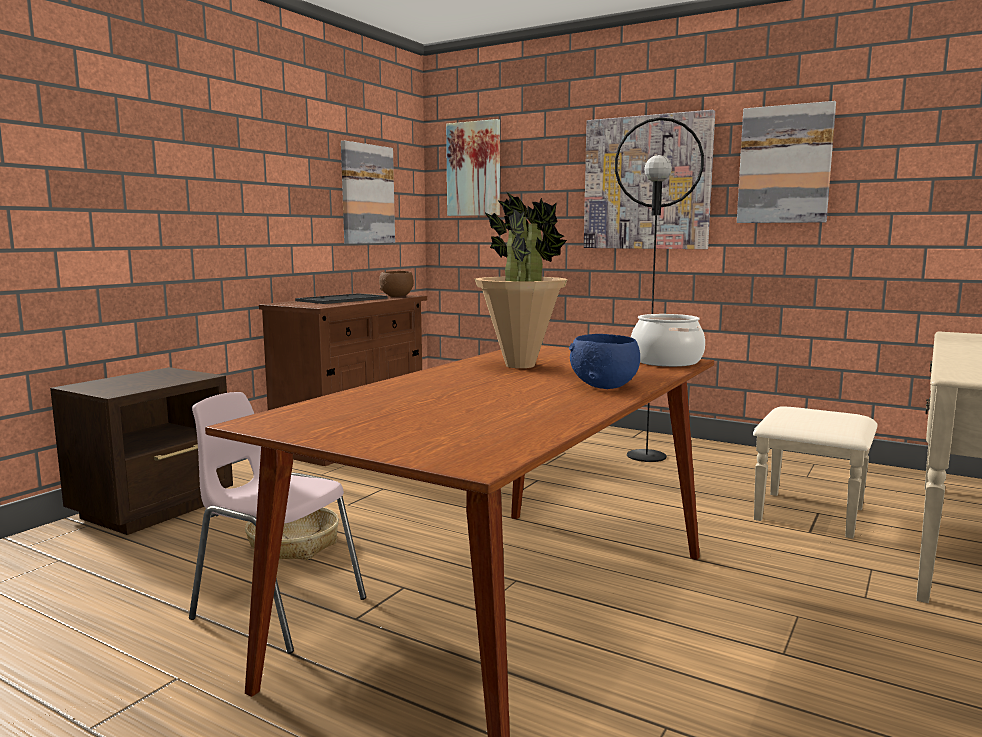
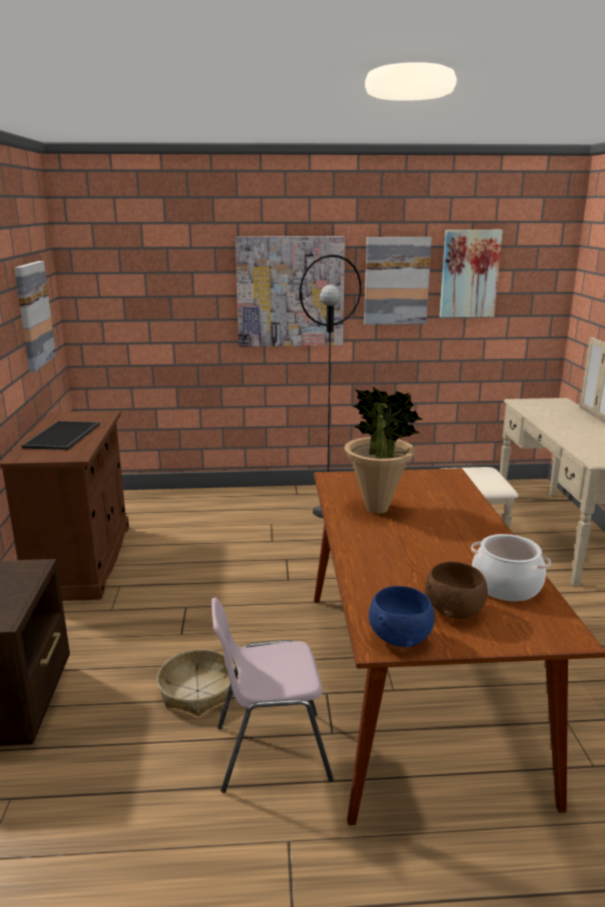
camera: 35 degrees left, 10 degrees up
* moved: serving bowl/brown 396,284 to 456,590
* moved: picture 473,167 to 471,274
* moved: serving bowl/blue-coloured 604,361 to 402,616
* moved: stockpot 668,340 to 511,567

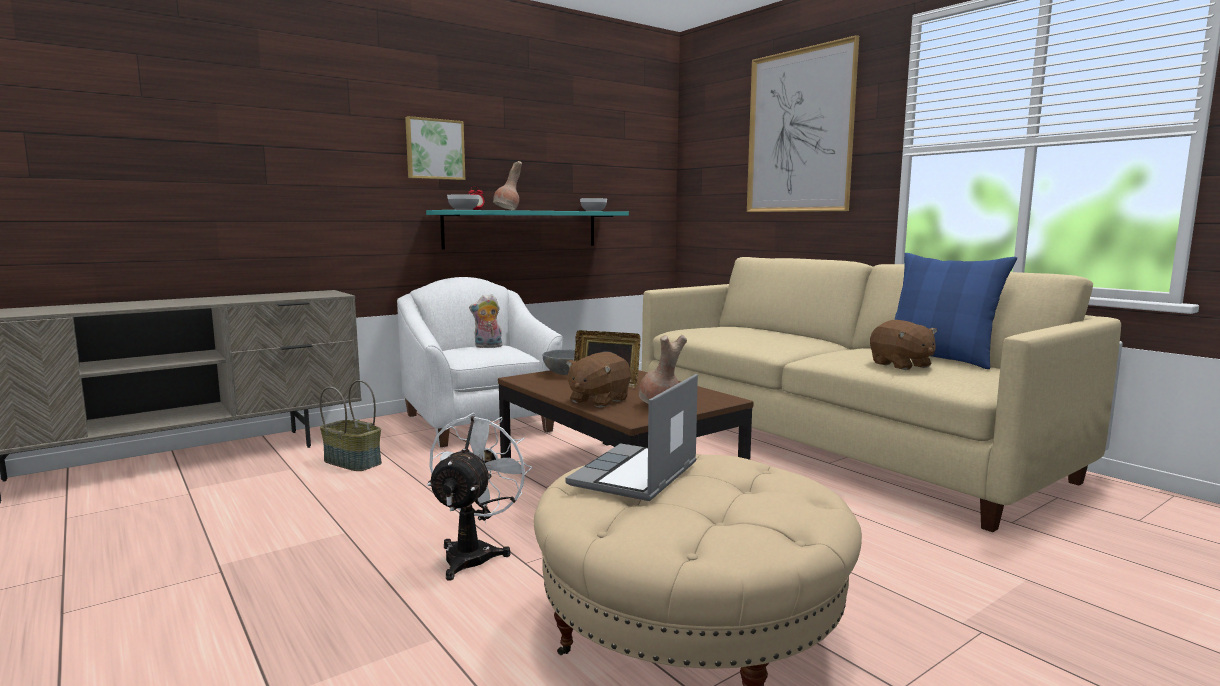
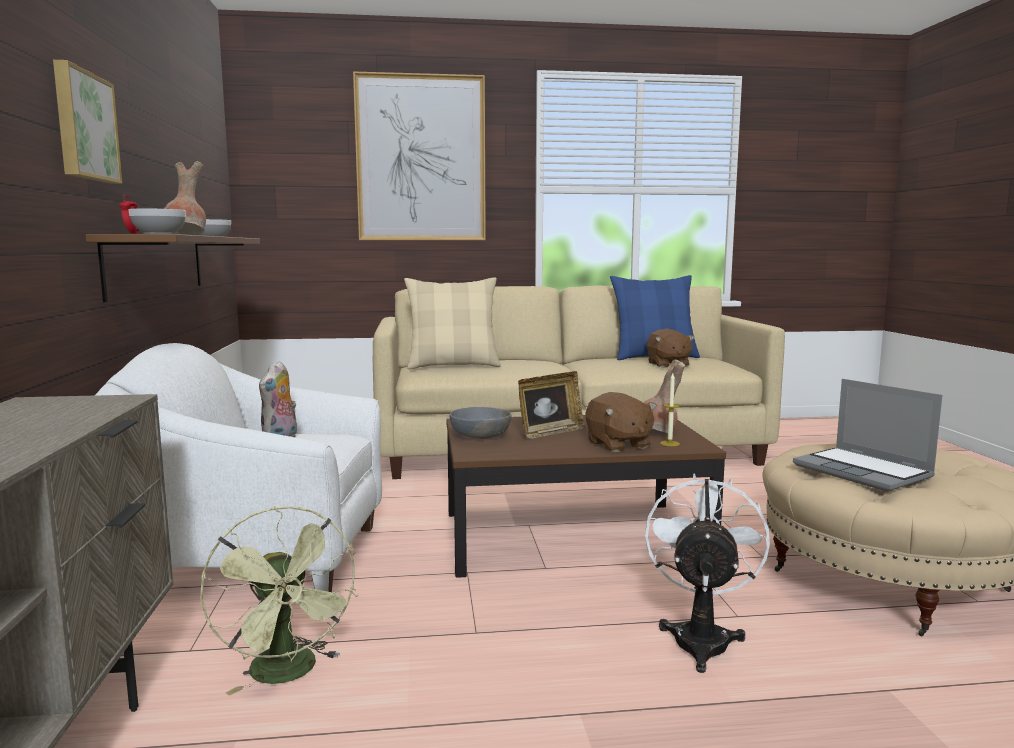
camera: 60 degrees left, 0 degrees up
* added: cushion/beige-coloured 452,323
* added: wax candle 670,409
* replaced: basket 351,425 to electric fan/green-coloured 279,601
* recoloured: shelf/blue-green 527,230 to shelf/brown 172,268
* turned: electric fan/whitish 479,496 = 707,573 60 degrees clockwise
* turned: plush toy/brown 903,345 = 671,348 75 degrees clockwise

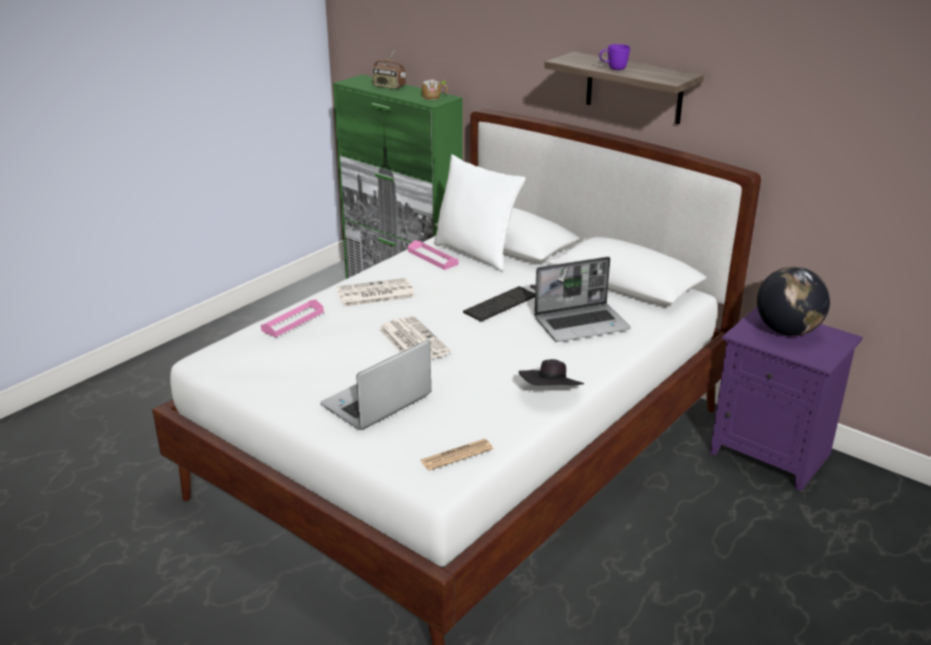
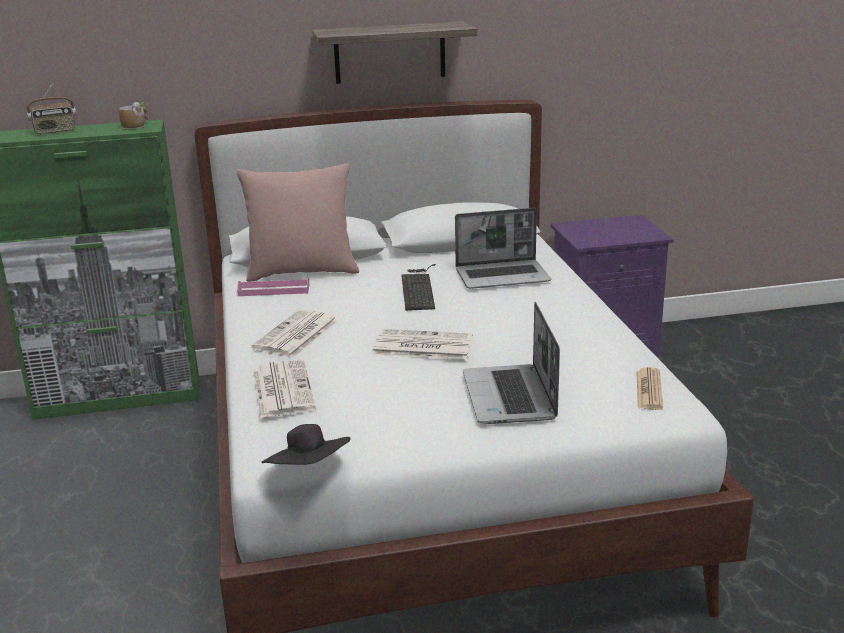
camera: 50 degrees left, 5 degrees down
* removed: mug/purplish 614,57
* removed: globe 793,301
* moved: hat/blackish 551,372 to 306,444
* replaced: tray/pink-coloured 292,318 to newspaper 284,388
* recoloured: cushion/whitish 480,212 to cushion/pink-coloured 297,223
* turned: portable computer 582,299 = 503,248 60 degrees clockwise

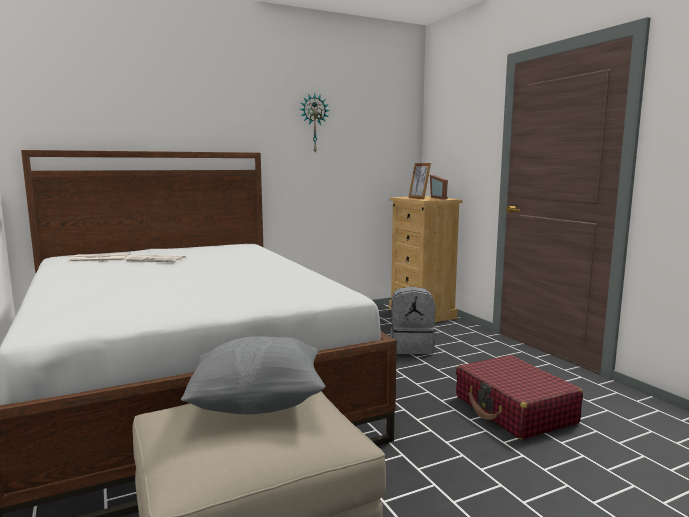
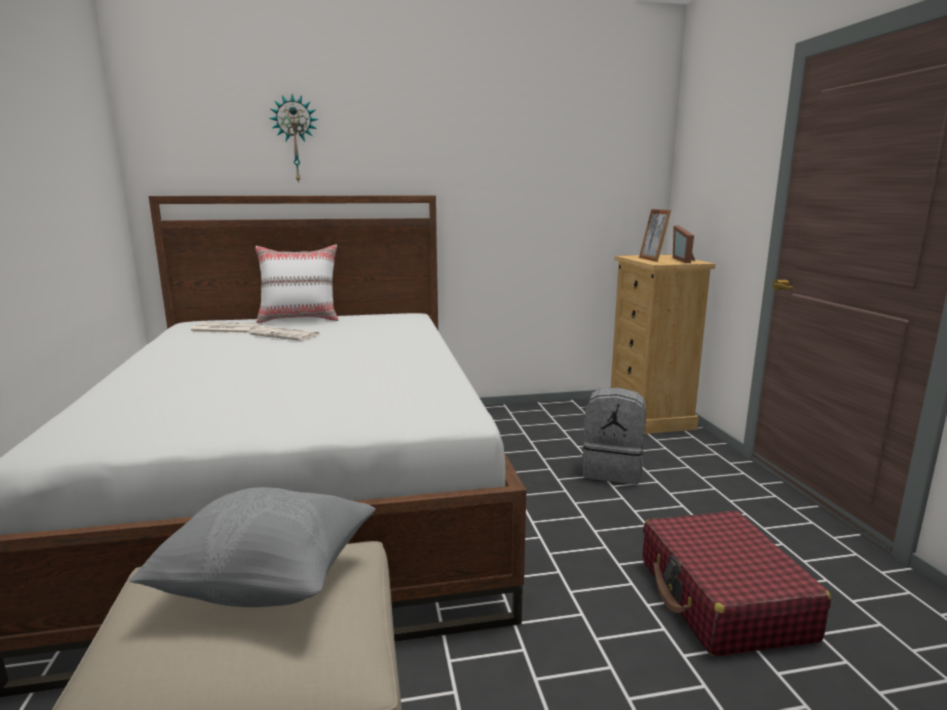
camera: 15 degrees right, 5 degrees up
* added: cushion/whitish 297,284
* moved: clock on the wall 314,122 to 293,139

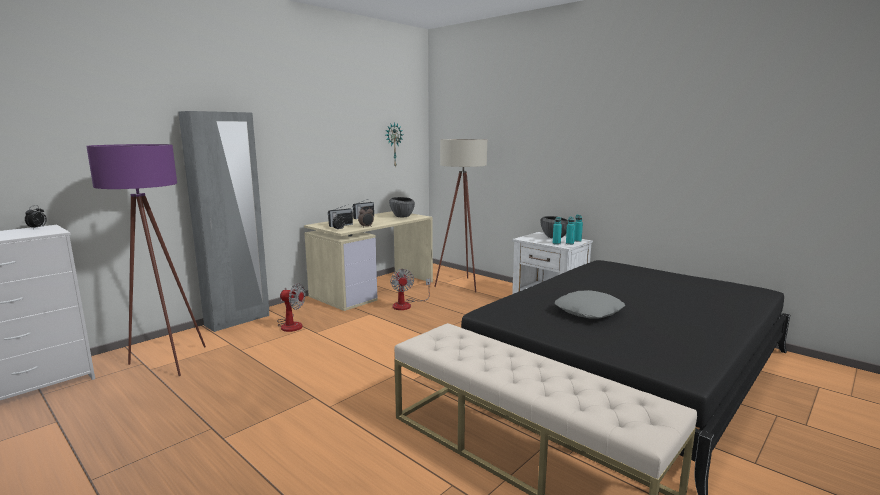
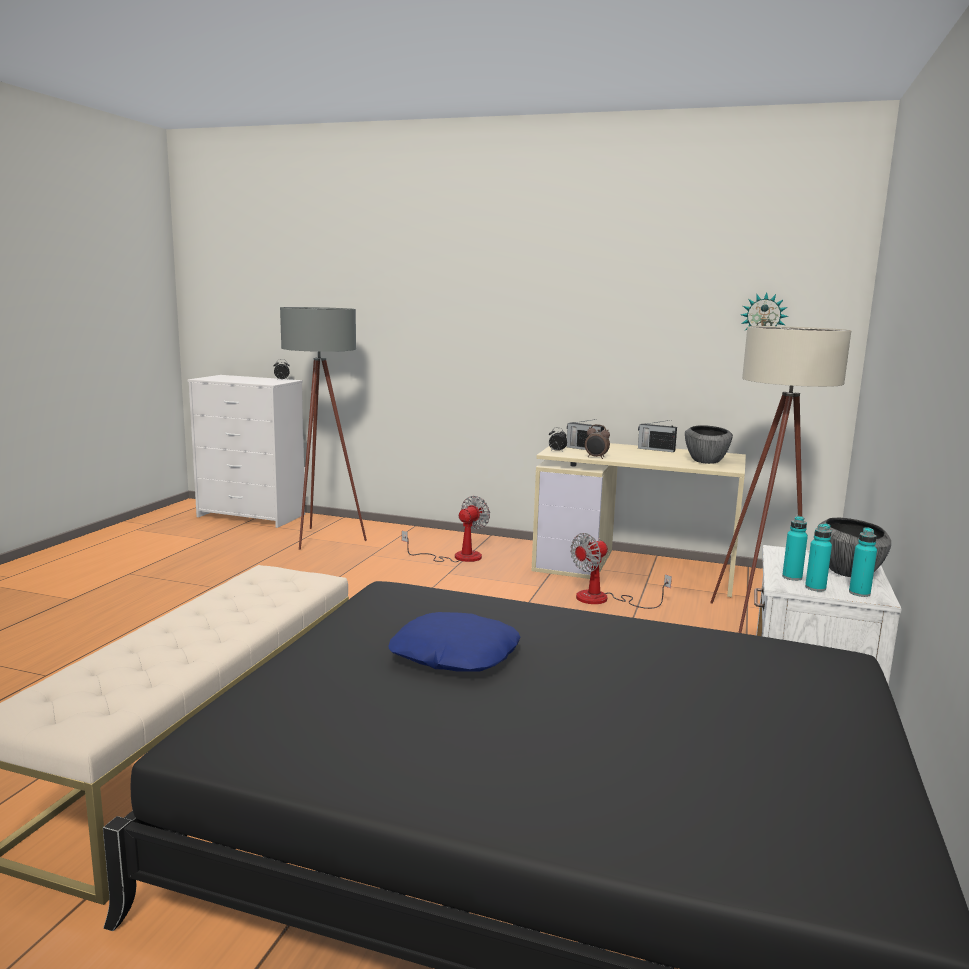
camera: 65 degrees right, 0 degrees up
* removed: armoire/gray 224,221
* recoloured: floor lamp/purplish 146,260 to floor lamp/gray 323,428
* recoloured: cushion/gray 590,304 to cushion/blue-coloured 454,642
* turned: electric fan 291,307 = 446,529 135 degrees counterclockwise

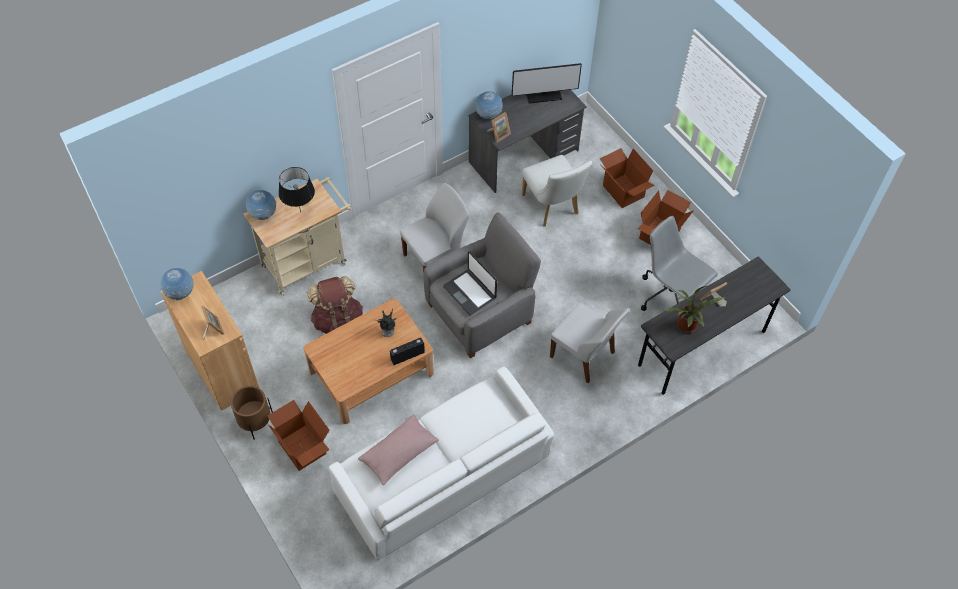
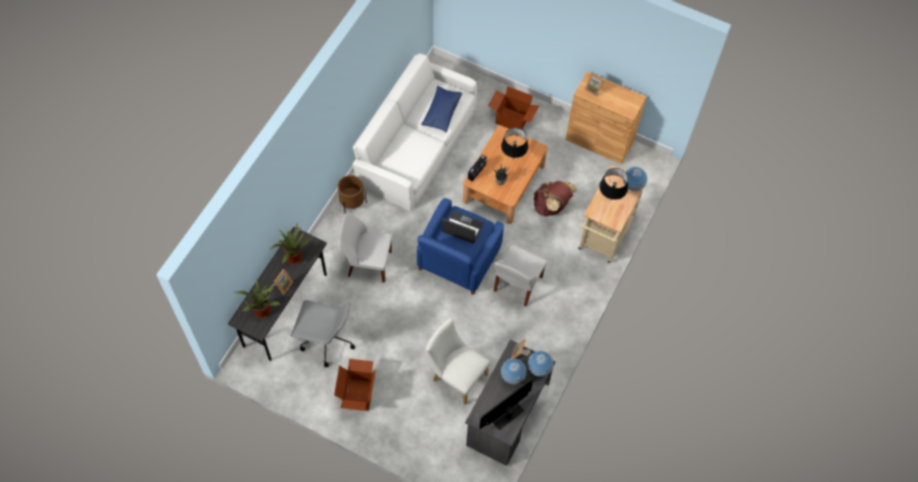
camera: 150 degrees right, 5 degrees up
* removed: carton 627,178
* added: houseplant 257,298
* added: lamp for a table/blackish 514,143
* moved: globe 177,283 to 514,372
* moved: flower pot/brown 252,413 to 352,194
* recoloured: cushion/pink-coloured 398,450 to cushion/blue-coloured 441,109
* recoloured: easy chair/gray 482,285 to easy chair/blue-coloured 460,246

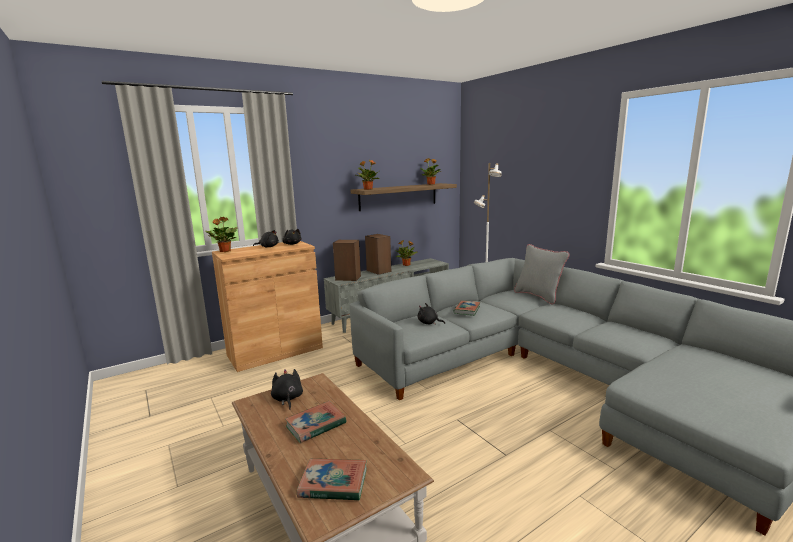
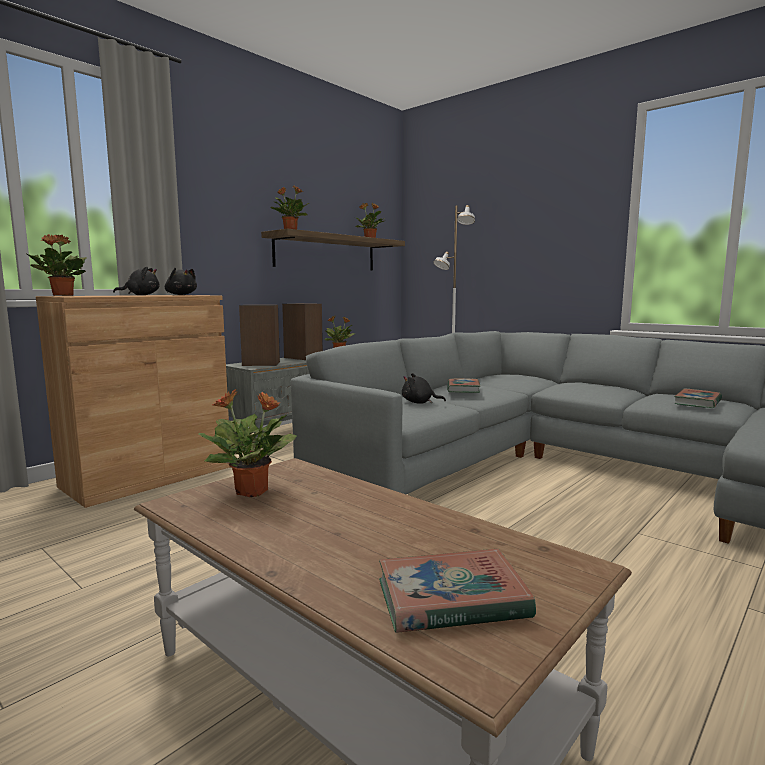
camera: 15 degrees left, 5 degrees down
* removed: cushion/gray 542,274
* moved: book 316,422 to 698,398
* replaced: plush toy/blackish 287,389 to houseplant 247,443

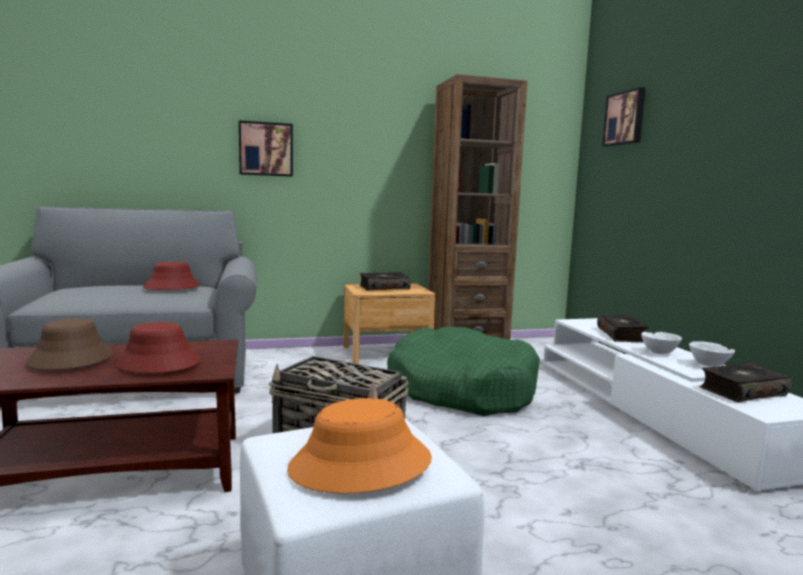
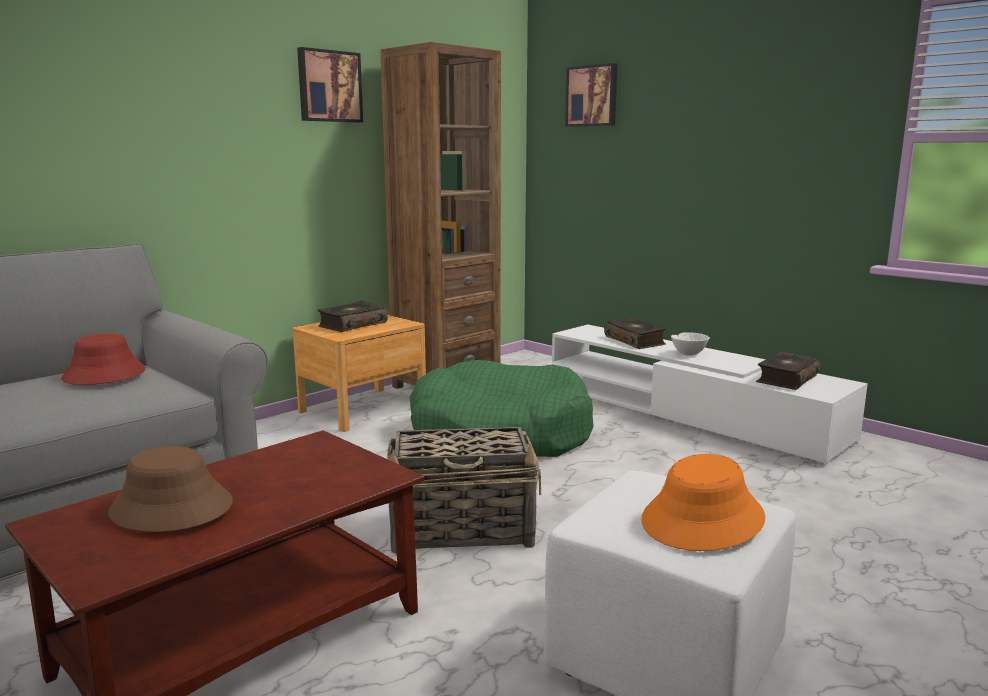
camera: 30 degrees left, 5 degrees up
* removed: hat/red-coloured 158,347
* removed: serving bowl/whitish 712,354
* moved: picture 266,148 to 330,84

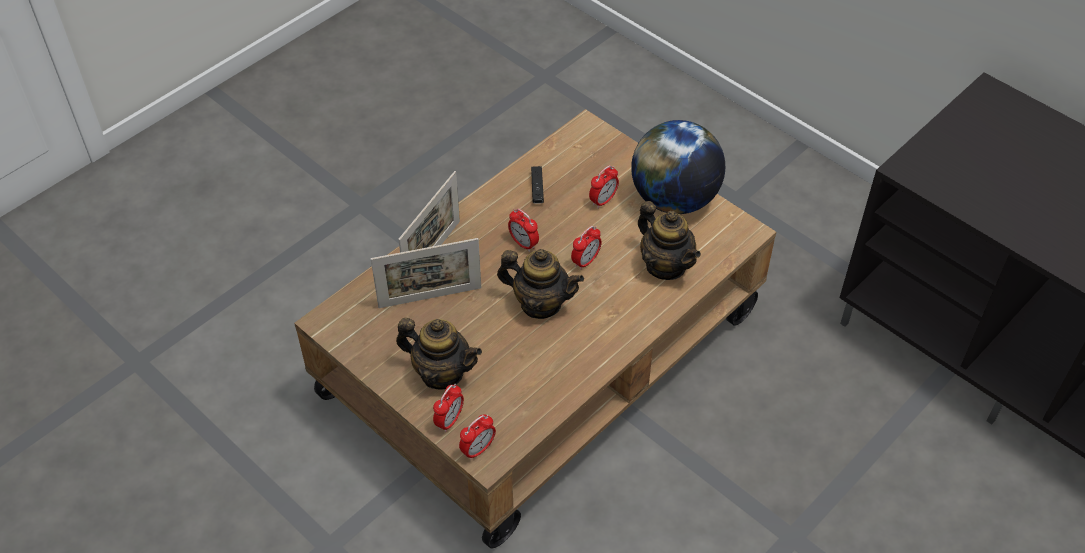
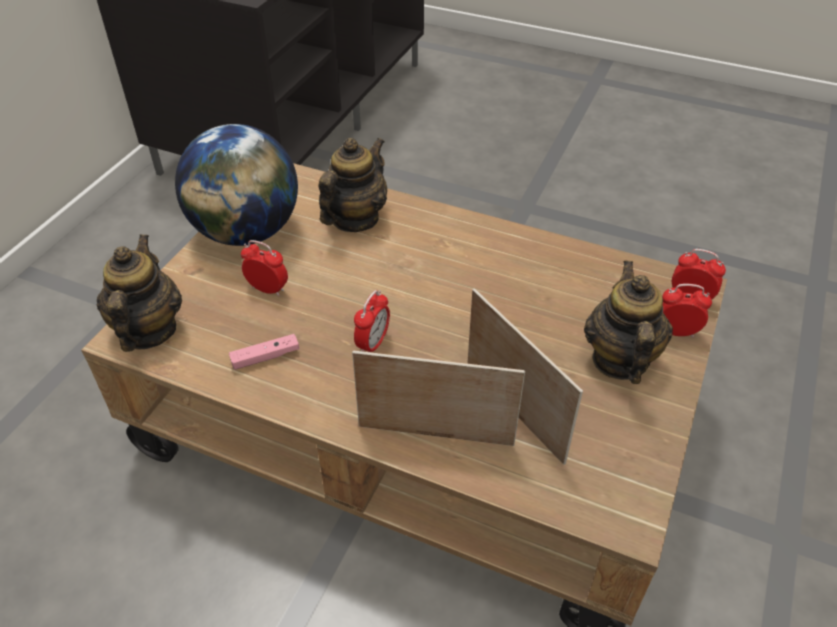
camera: 110 degrees left, 5 degrees down
* removed: bedside clock 586,248
* moved: tea pot 540,284 to 139,293
* recoloured: joypad/blackish 537,185 to joypad/pink-coloured 264,352

